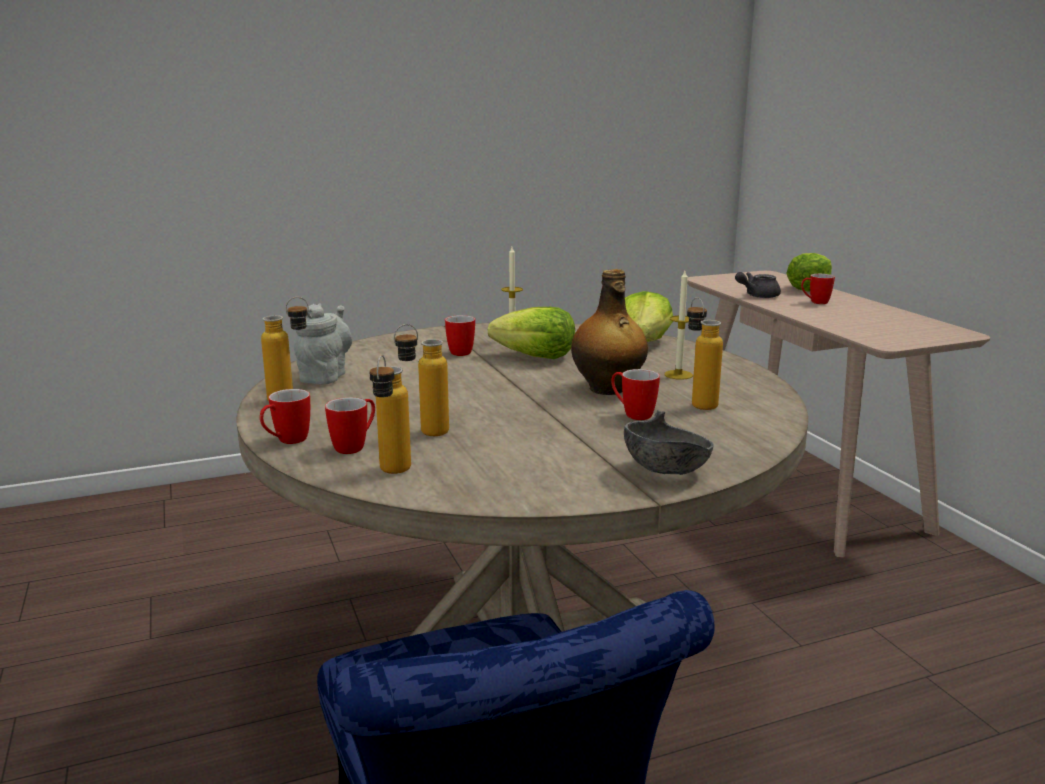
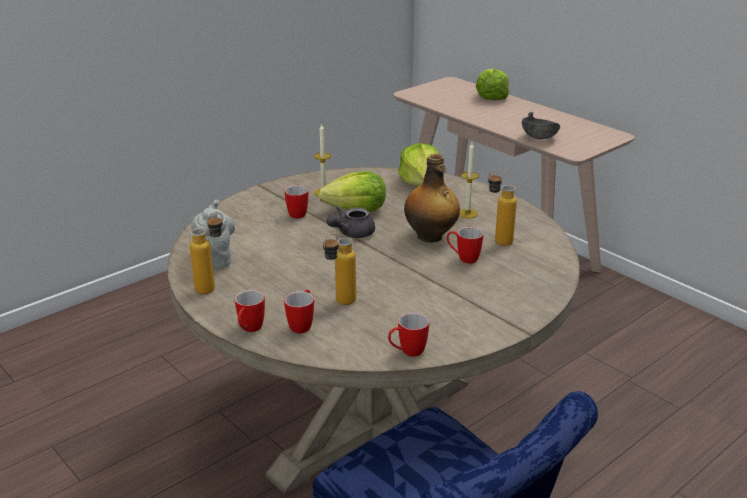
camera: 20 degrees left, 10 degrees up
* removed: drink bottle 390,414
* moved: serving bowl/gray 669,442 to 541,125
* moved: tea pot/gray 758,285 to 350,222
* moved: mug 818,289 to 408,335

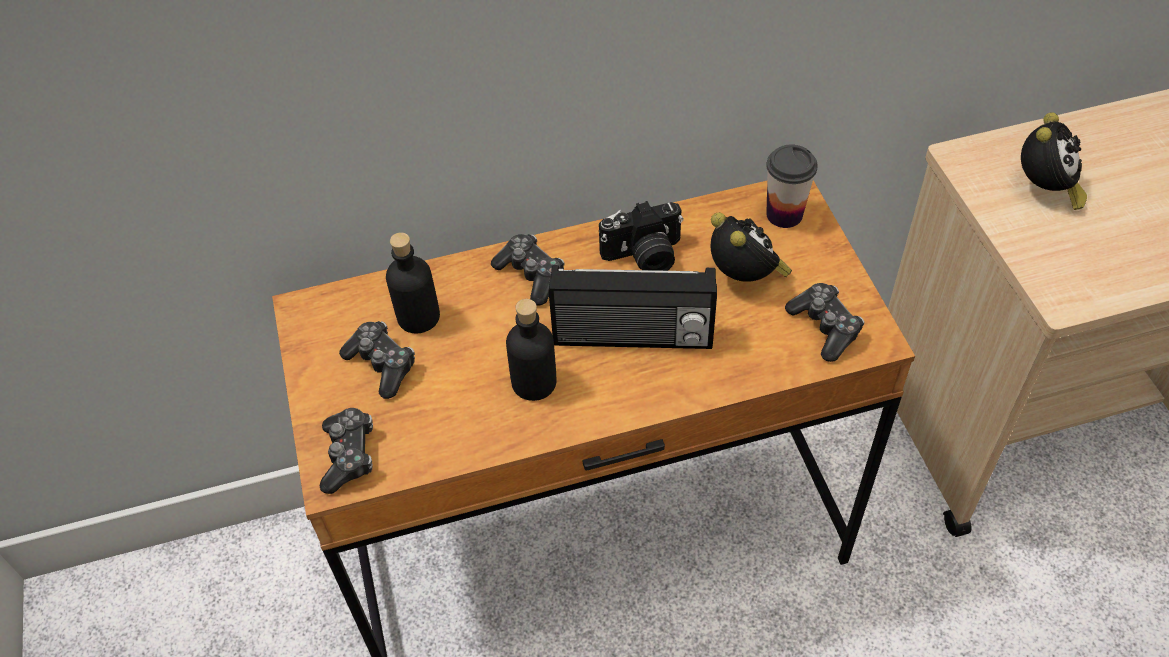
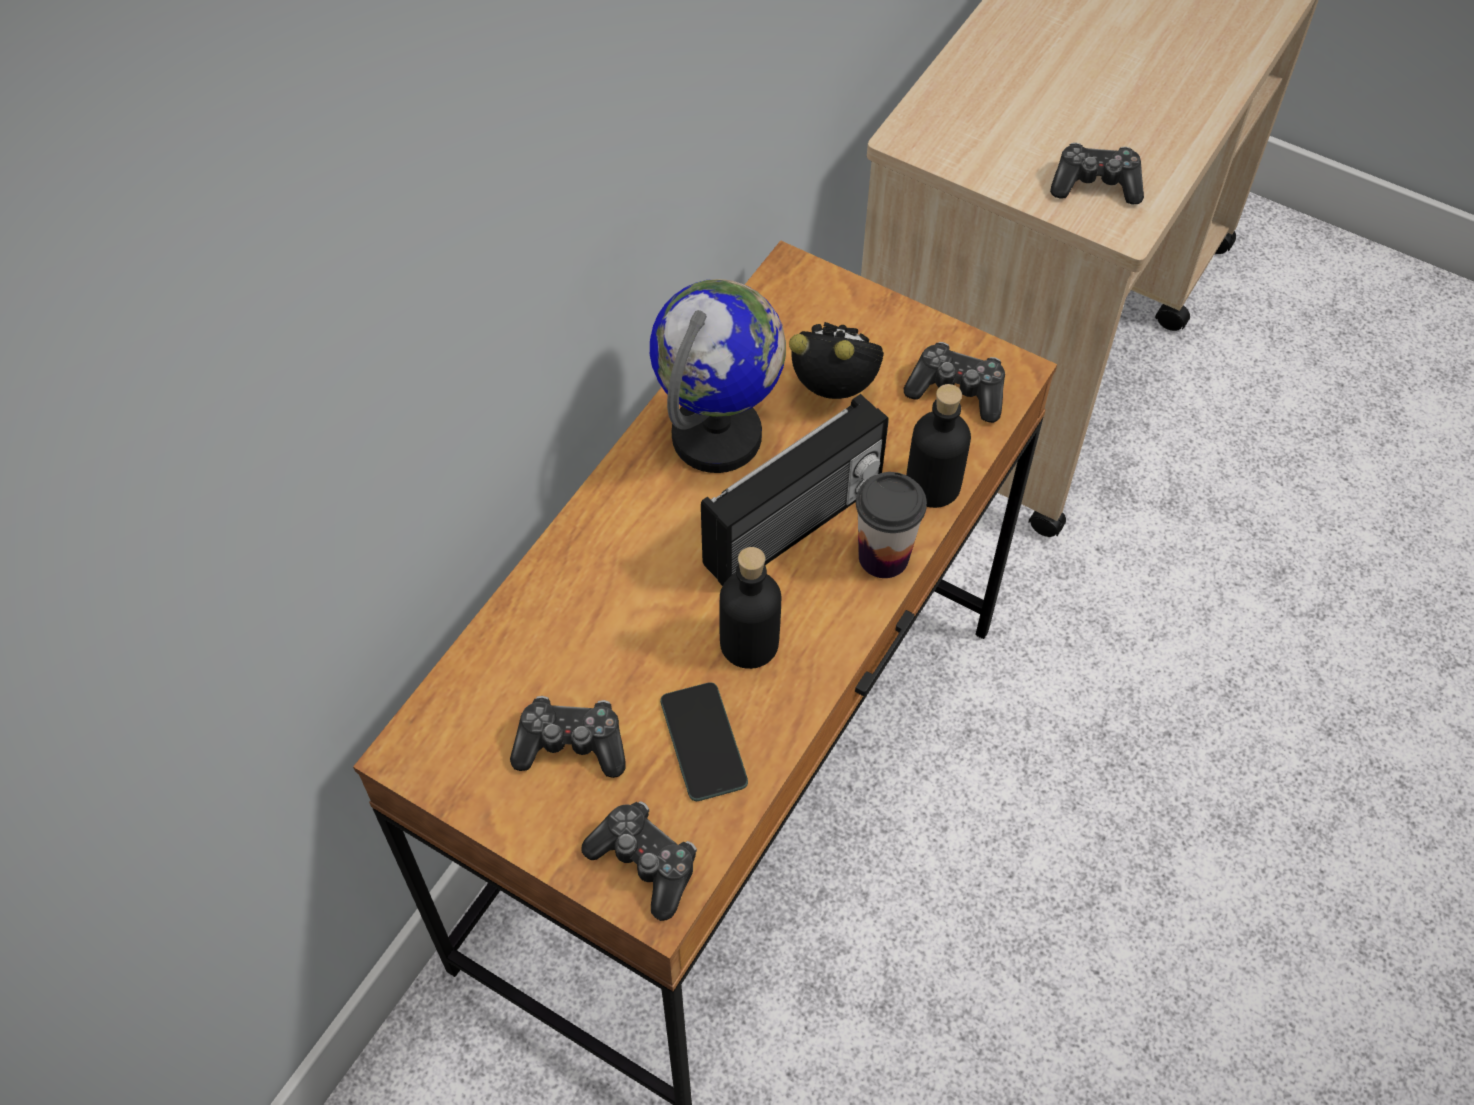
camera: 45 degrees left, 5 degrees up
* removed: bedside clock 1054,161
* added: handset 704,741
* moved: drink bottle/blackish 413,282 to 938,446
* moved: joypad 527,269 to 1097,173
* moved: cup 792,186 to 891,525
* replaced: photo camera 641,236 to globe 718,376

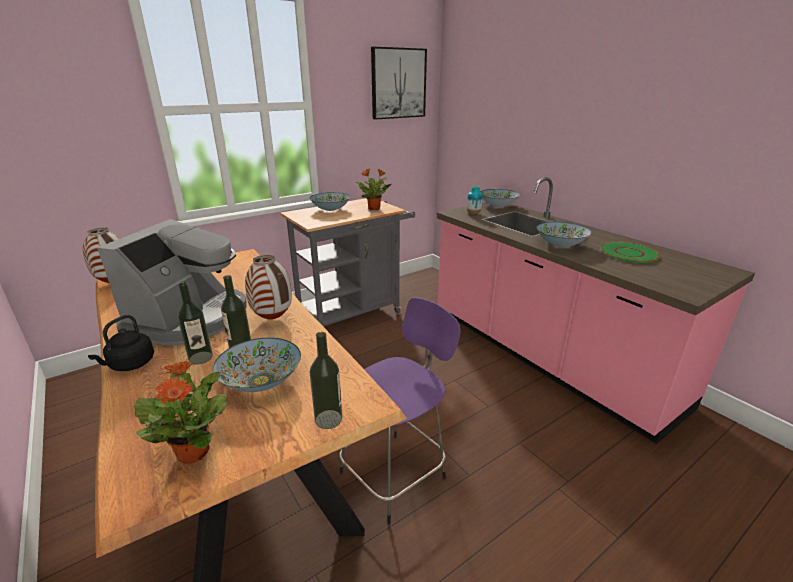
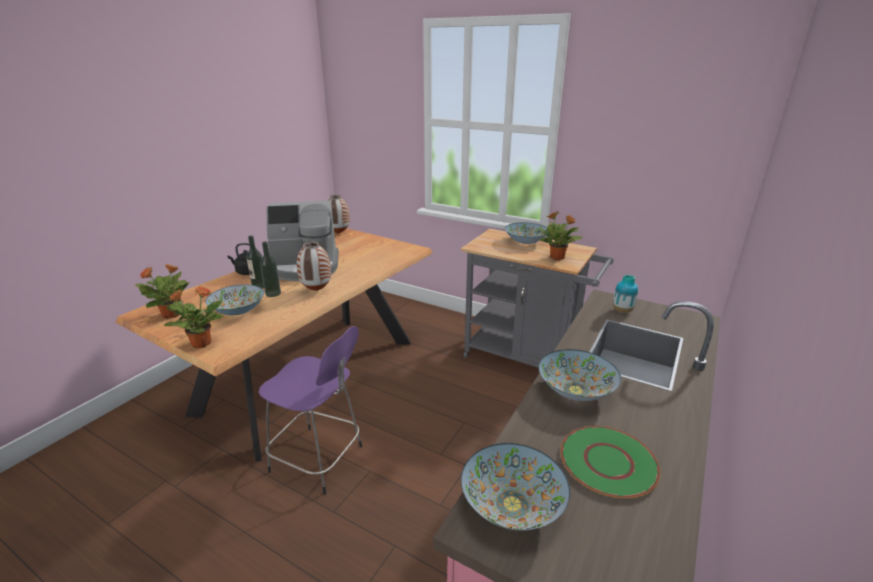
camera: 65 degrees right, 0 degrees up
* removed: picture 399,83
* moved: serving bowl 500,198 to 515,487
* replaced: drink bottle 326,380 to houseplant 193,317

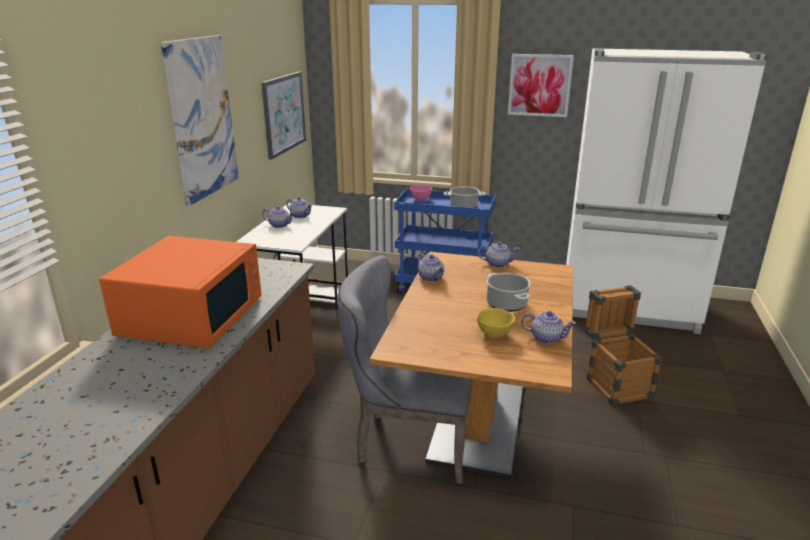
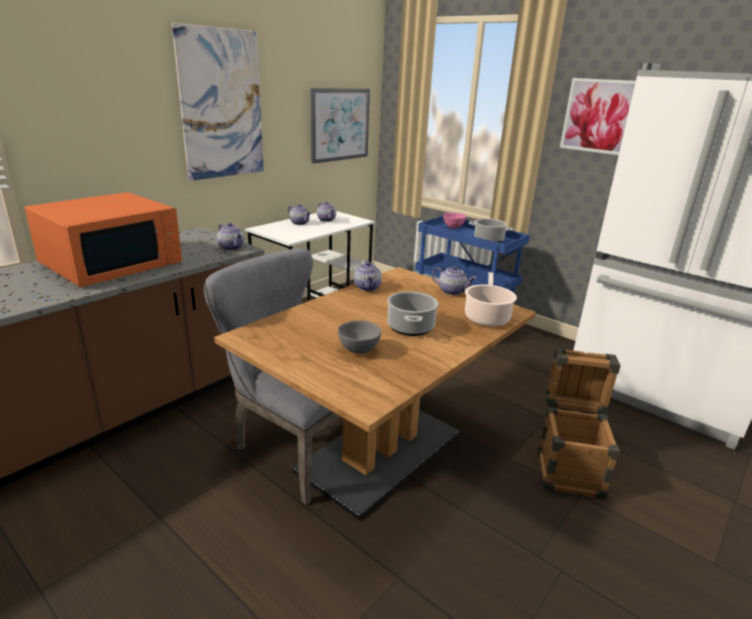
camera: 25 degrees right, 0 degrees up
* added: stockpot 491,299
* moved: tea pot 548,327 to 230,236
* recoloured: serving bowl/yellowish 496,323 to serving bowl/gray 359,337

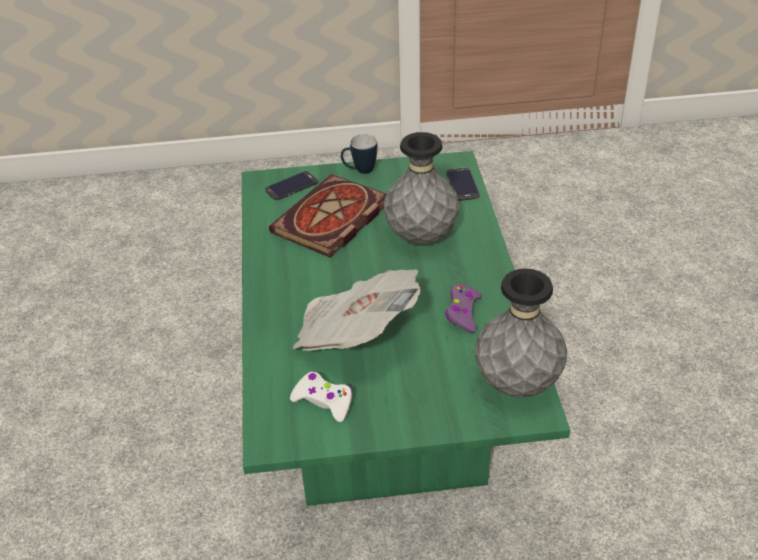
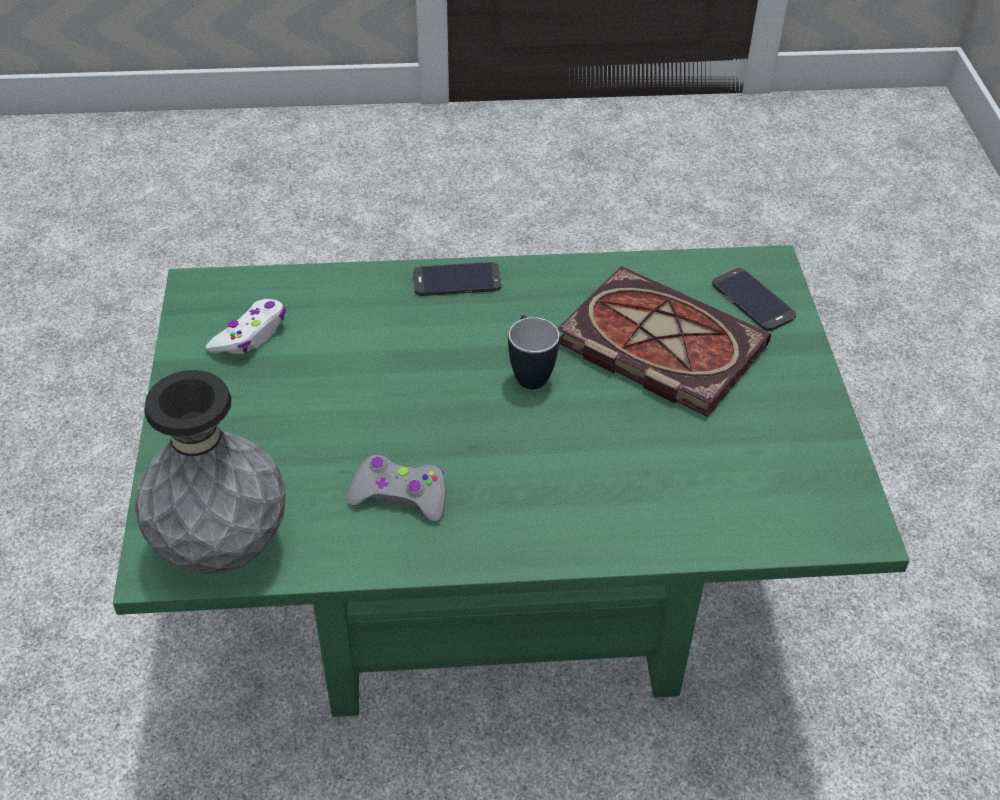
camera: 90 degrees right, 5 degrees up
* removed: newspaper 356,310
* removed: flower vase/gray 421,188
* moved: mug 359,154 to 533,352
* moved: handset 463,184 to 457,279
* recoloured: joypad/purplish 463,308 to joypad/gray 397,488

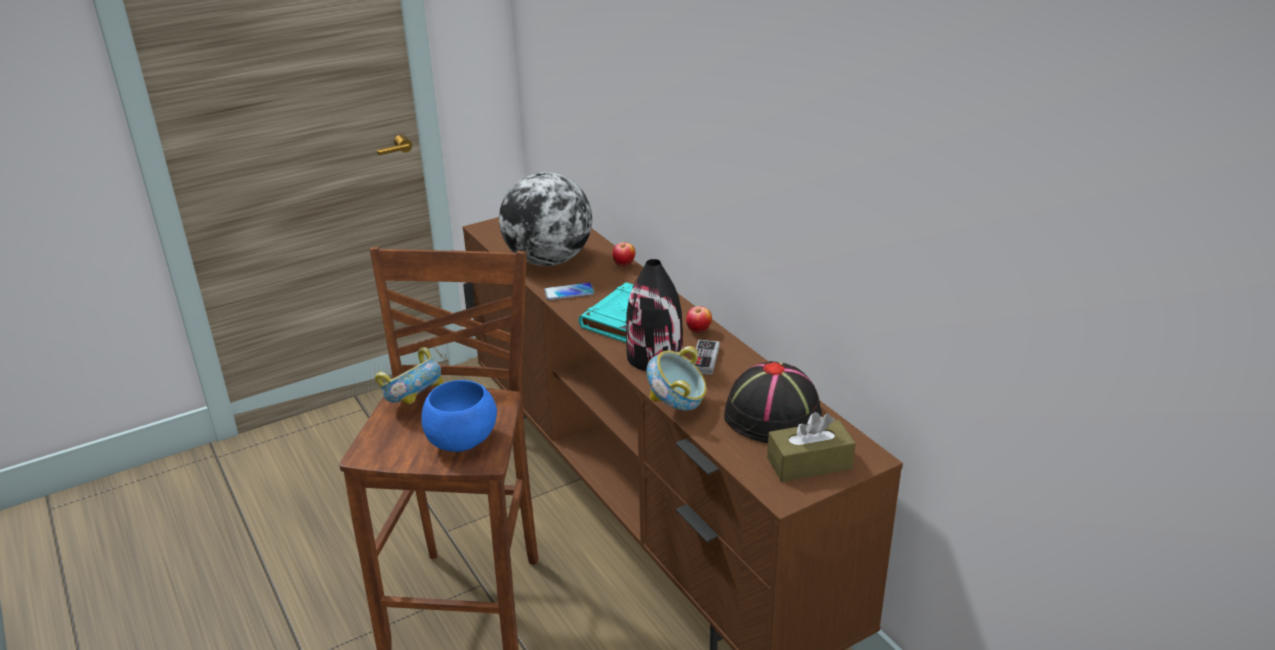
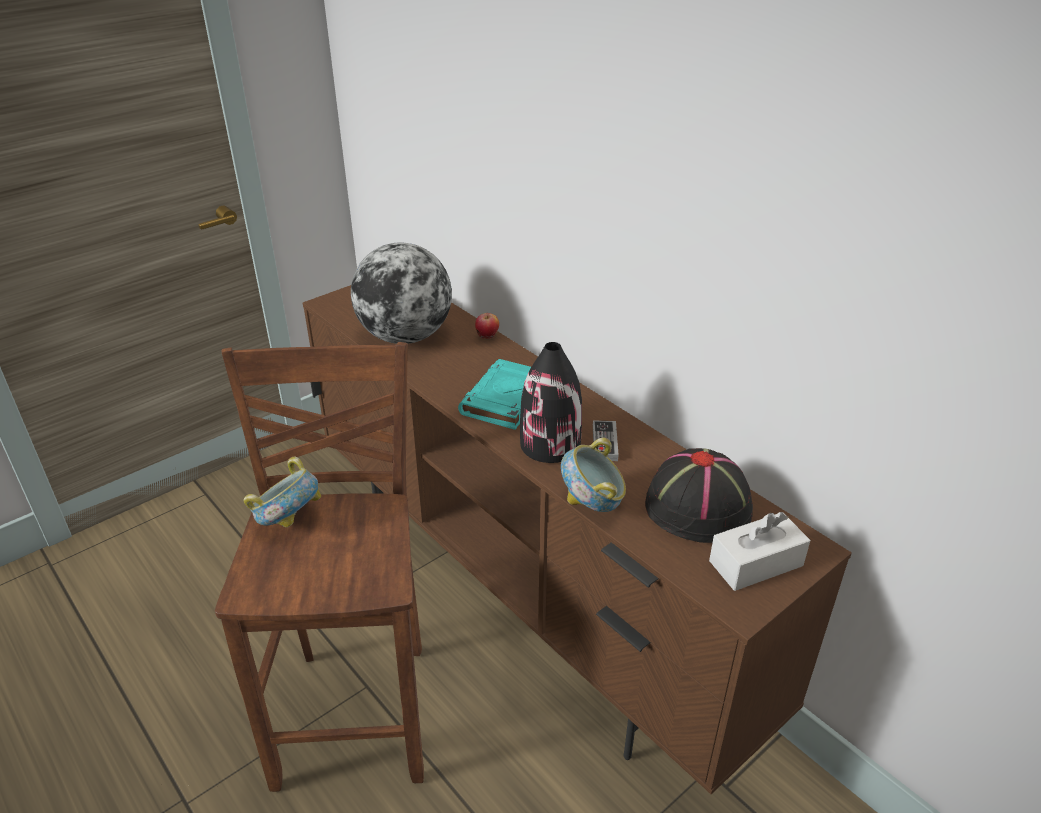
camera: 10 degrees left, 5 degrees up
* removed: serving bowl/blue-coloured 459,416
* removed: handset 569,291
* removed: whole apple 699,319
* recoloured: tissue holder/brown 811,447 to tissue holder/whitish 759,551

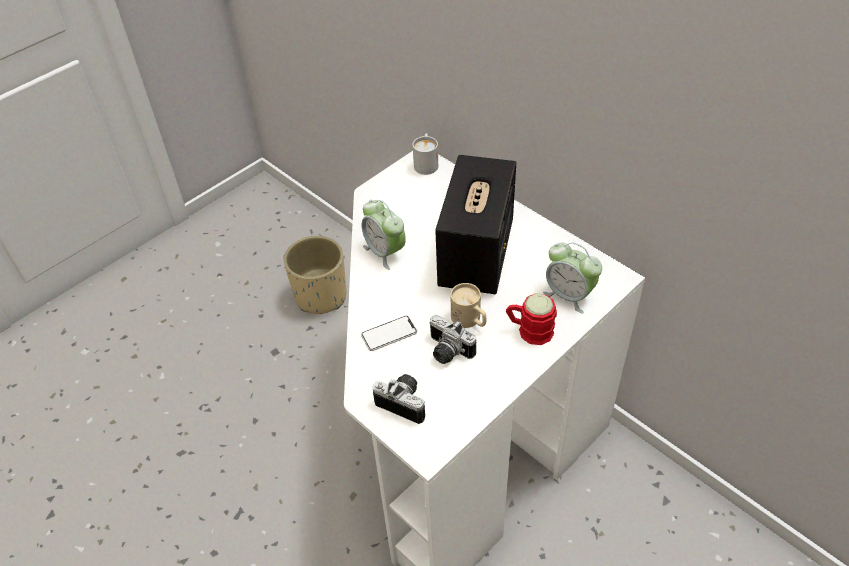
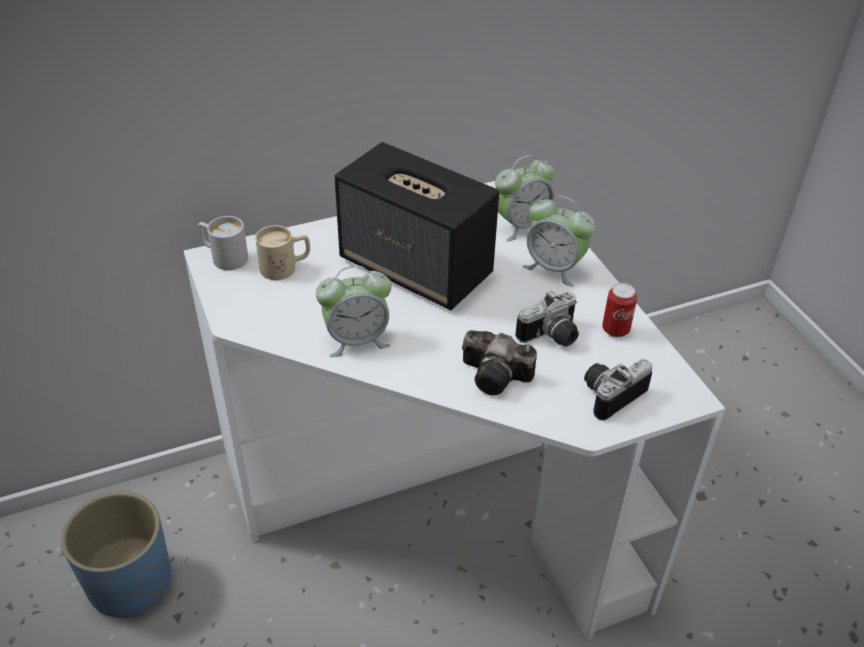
camera: 70 degrees left, 5 degrees down
* added: can 619,310
* moved: mug/beige-coloured 468,305 to 282,252
* replaced: handset 389,333 to photo camera 499,362
* replaced: mug/red-coloured 531,319 to bedside clock 559,241
* recoloured: flower pot/beige-coloured 315,275 to flower pot/blue-coloured 116,554

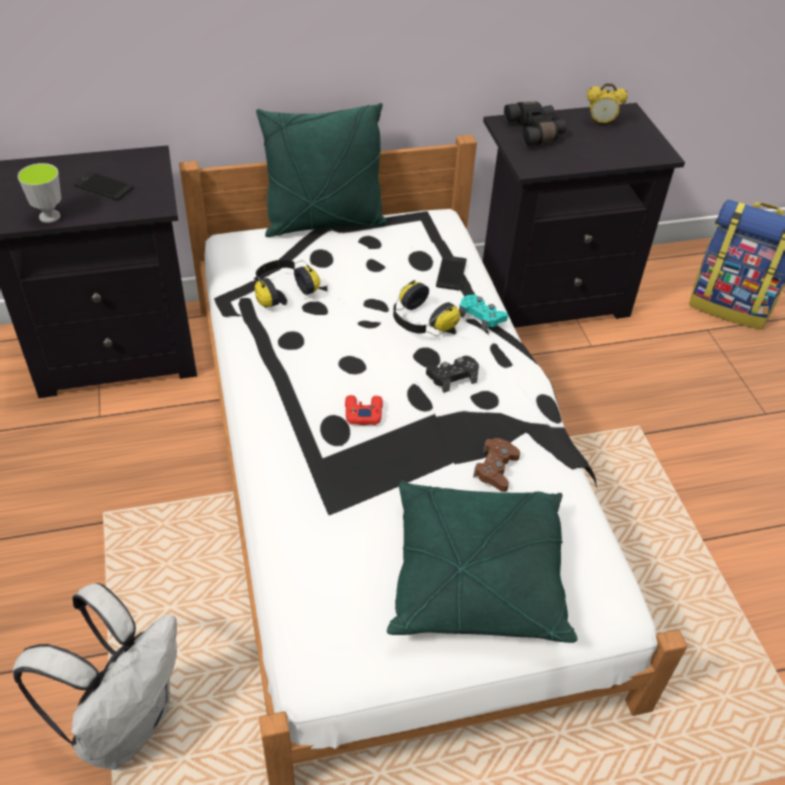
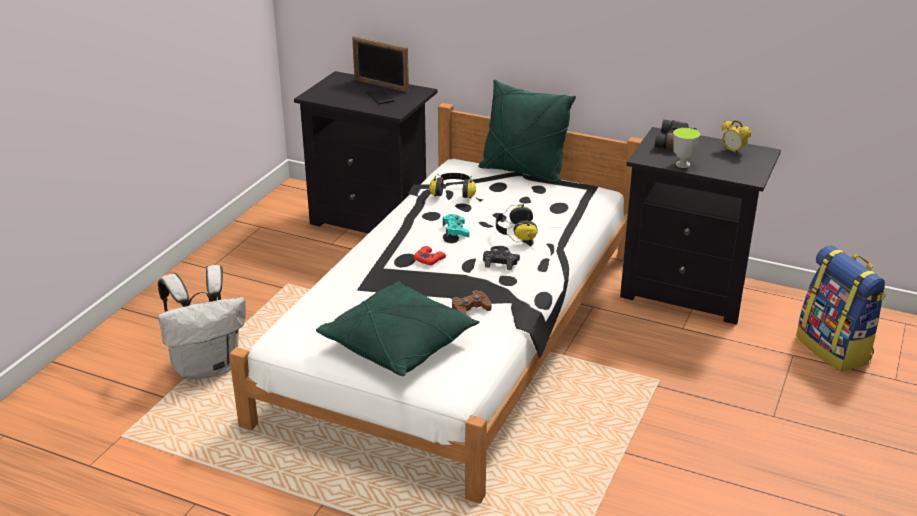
camera: 40 degrees right, 15 degrees down
* removed: handset 451,272
* added: picture frame 380,64
* moved: cup 39,193 to 686,148
* moved: joypad/blue-green 483,313 to 456,225

